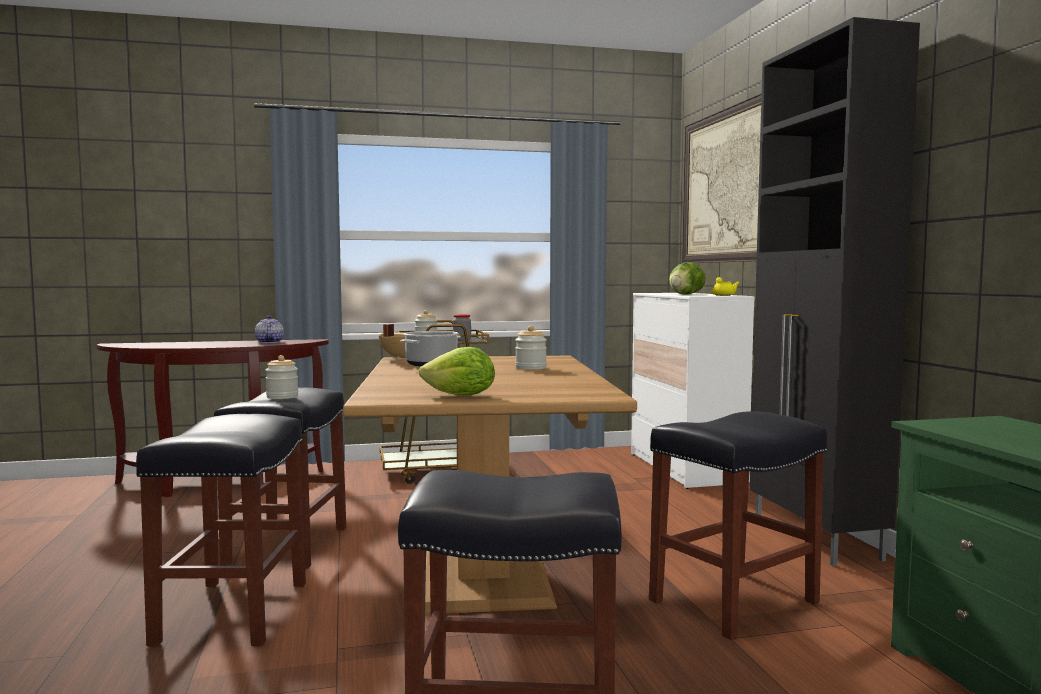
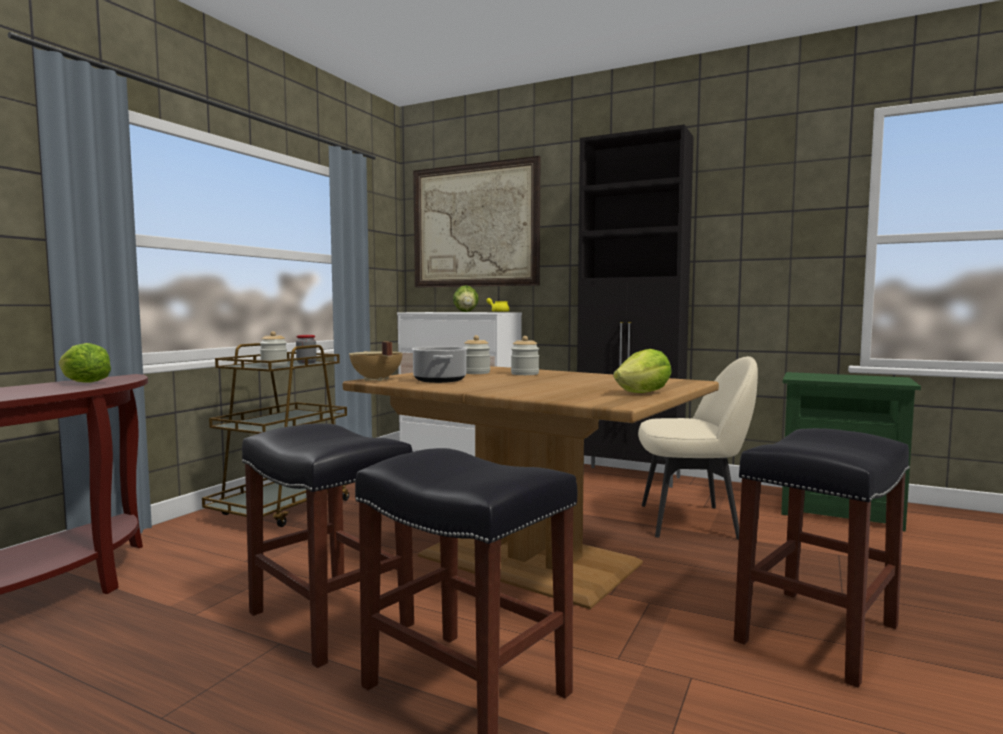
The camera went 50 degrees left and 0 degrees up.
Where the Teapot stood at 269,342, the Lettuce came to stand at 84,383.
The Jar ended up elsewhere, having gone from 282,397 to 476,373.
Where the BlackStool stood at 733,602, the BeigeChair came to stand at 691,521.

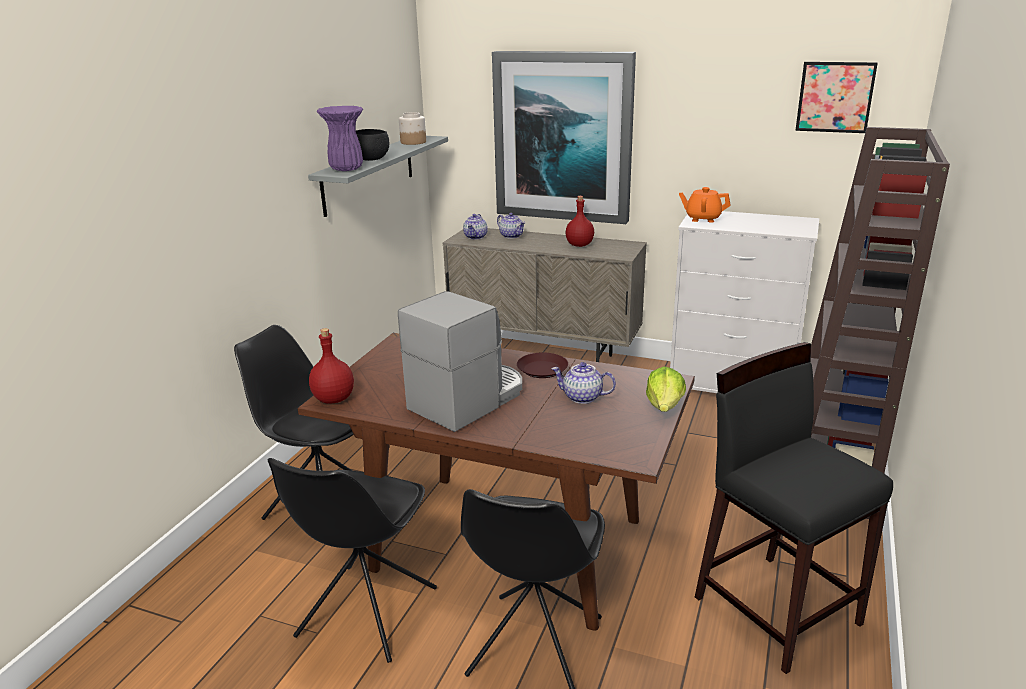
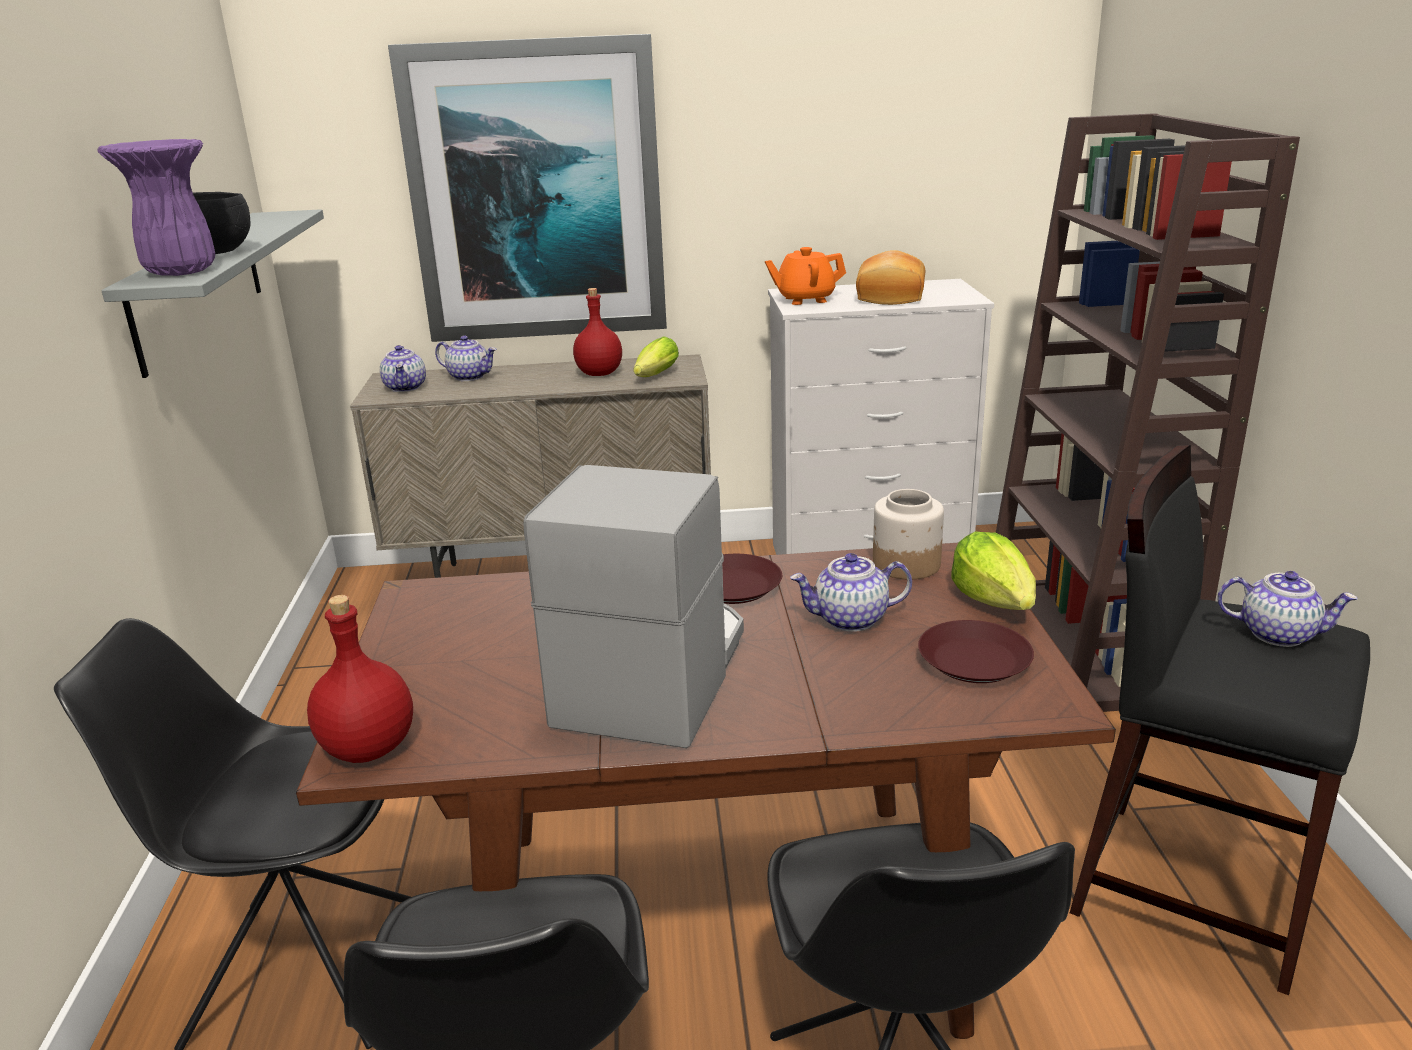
The camera went 25 degrees left and 0 degrees up.
The second view gained the Lettuce at 654,377.
The second view gained the Bread at 888,296.
The Jar ended up elsewhere, having gone from 413,142 to 905,564.
The second view gained the BrownPlate at 975,661.
The second view gained the Teapot at 1278,634.
The second view lost the Picture at 835,97.

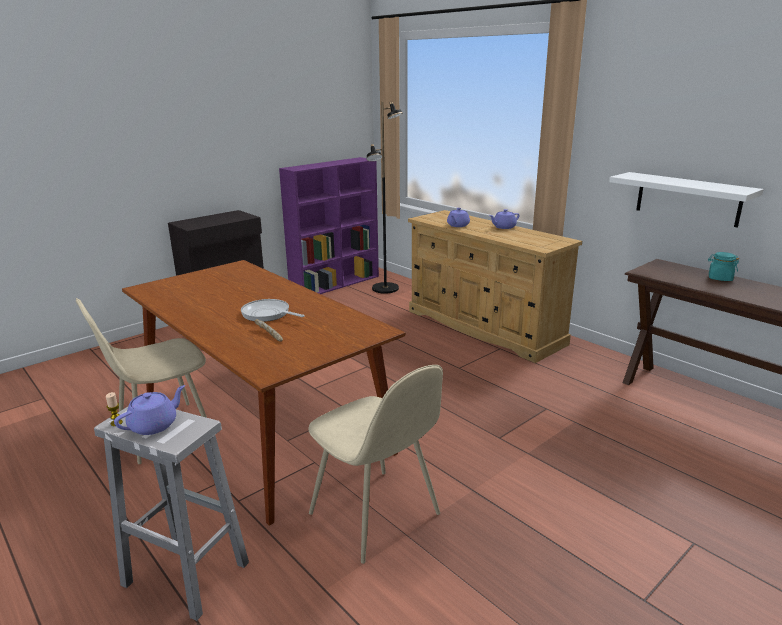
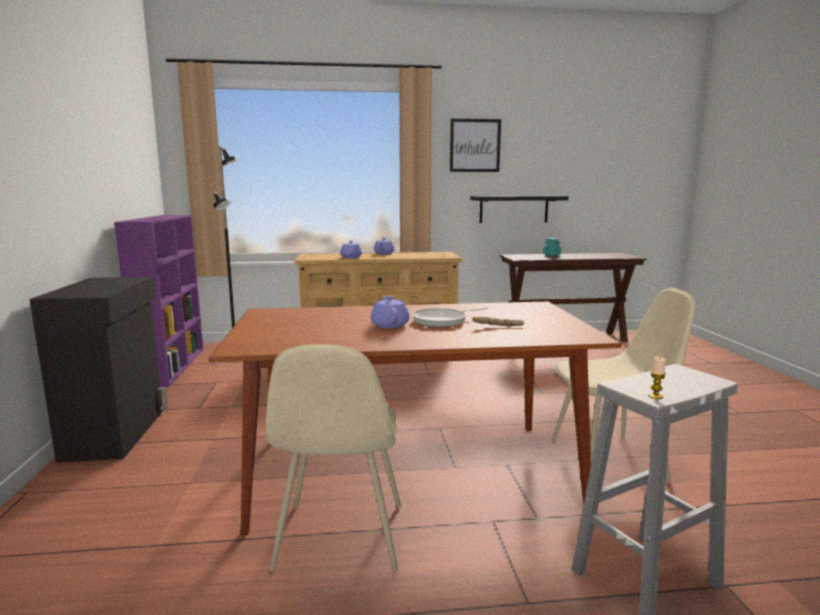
The camera went 55 degrees left and 10 degrees down.
The PurpleTeapot ended up elsewhere, having gone from 154,425 to 389,325.
The second view gained the Picture at 475,145.
What was the WhiteShelf at 687,199 turned into the BlackShelf at 513,209.

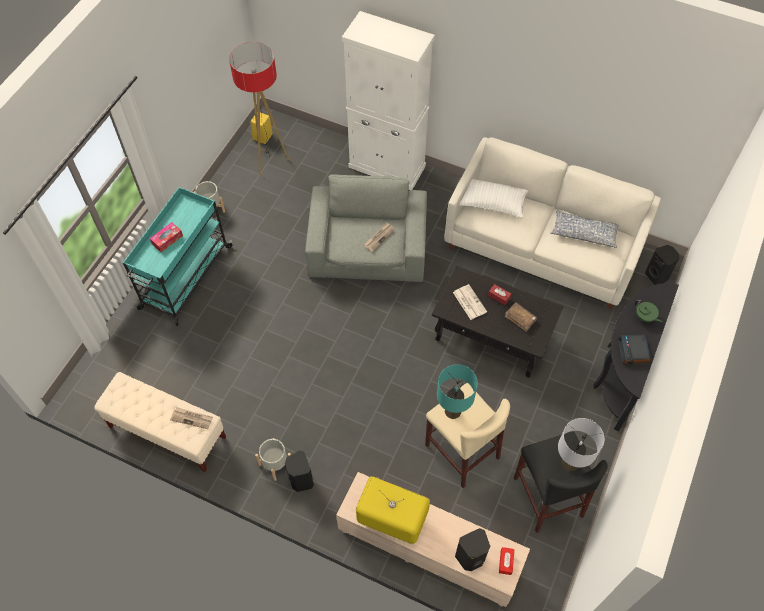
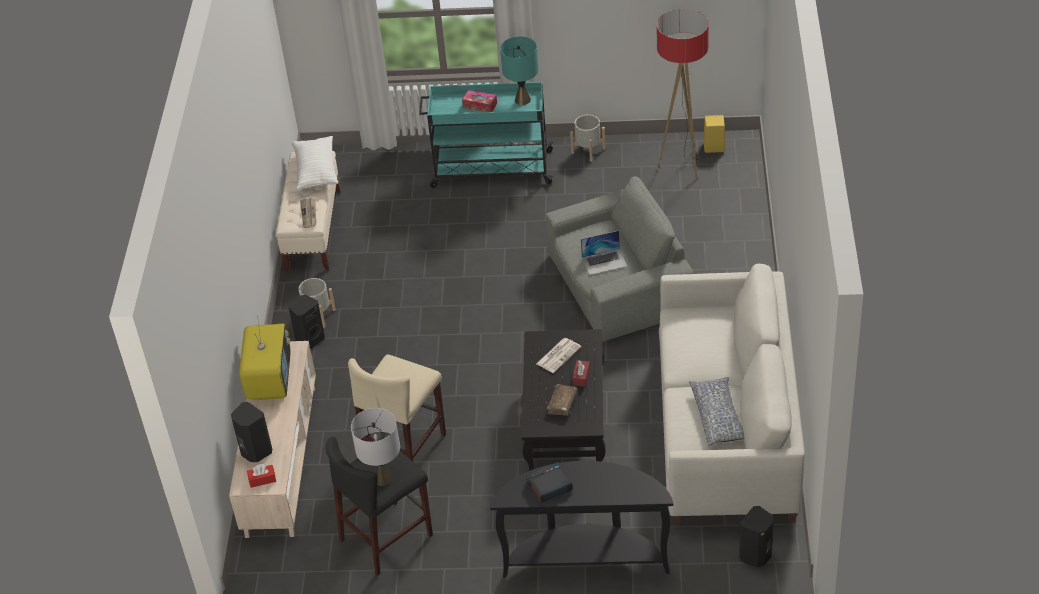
The camera went 70 degrees right and 15 degrees down.
The WhitePillow ended up elsewhere, having gone from 492,203 to 316,171.
The TurquoiseTableLamp ended up elsewhere, having gone from 453,411 to 522,100.
Where the Newspaper stood at 379,237, the Laptop came to stand at 604,261.
The second view lost the WhiteCabinet at 387,167.
The second view lost the GreenTeapot at 644,317.

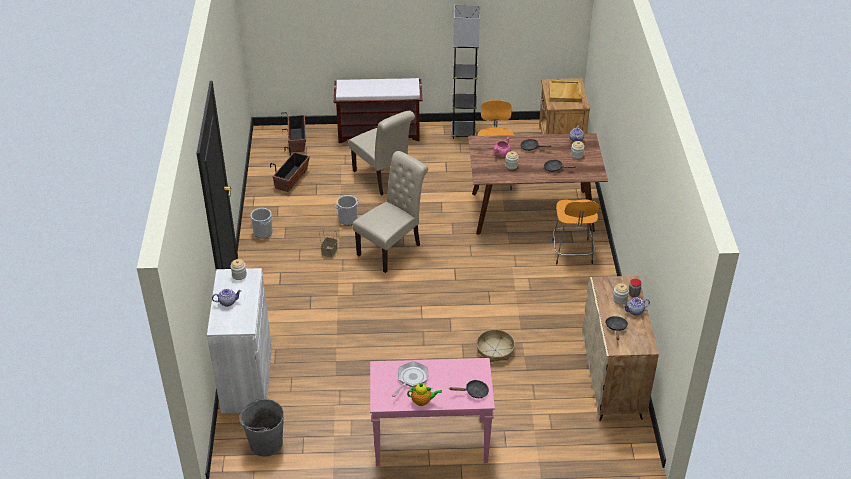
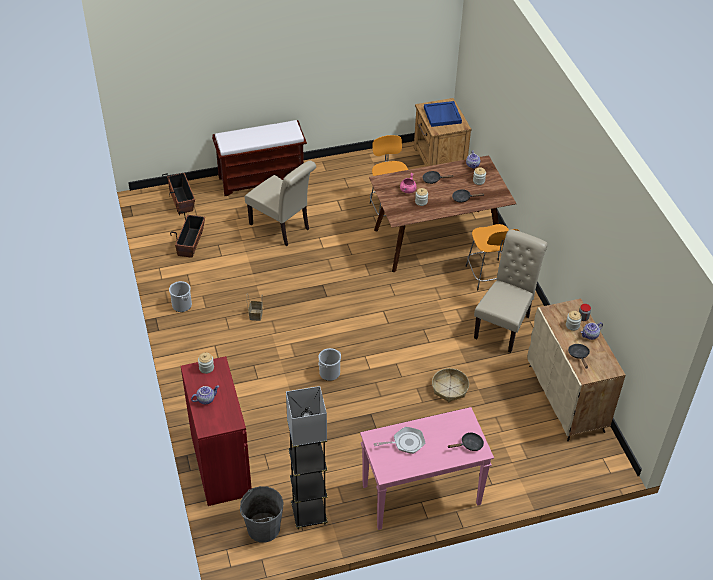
The camera went 15 degrees left and 5 degrees up.
What was the WhiteCabinet at 247,378 turned into the RedCabinet at 221,464.
The GreyFloorLamp ended up elsewhere, having gone from 463,132 to 309,514.
The Bucket ended up elsewhere, having gone from 348,219 to 329,373.
The FryingPan at 411,379 ended up facing another way, 60 degrees clockwise from before.
What was the BeigeTray at 565,93 turned into the BlueTray at 442,115.
The BeigeChair ended up elsewhere, having gone from 392,248 to 504,324.
The second view lost the Teapot at 423,401.

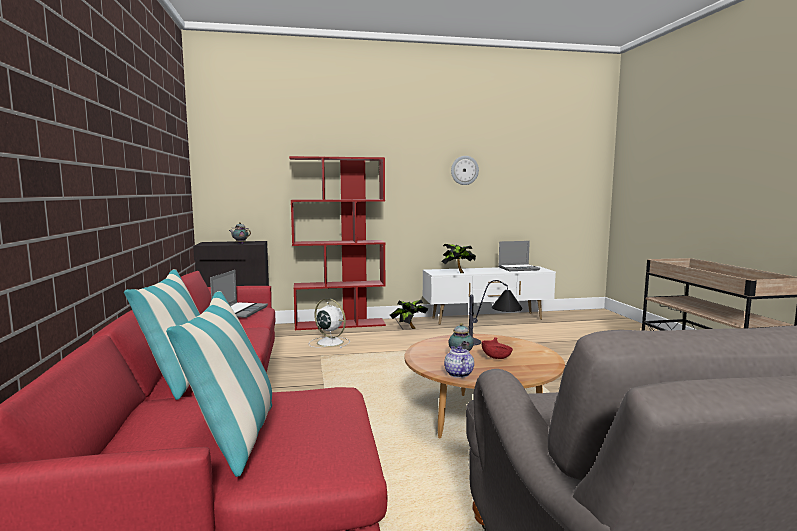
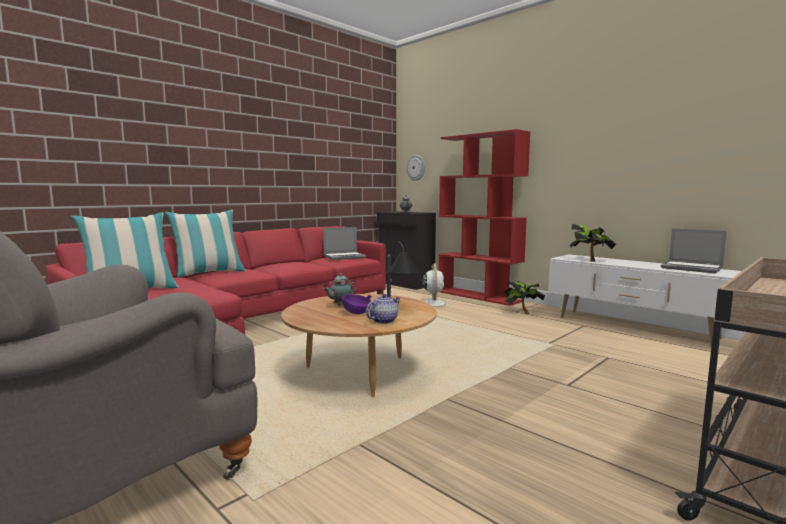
The camera went 55 degrees right and 0 degrees up.
What was the RedBowl at 497,358 turned into the PurpleBowl at 357,313.
The Teapot ended up elsewhere, having gone from 458,374 to 384,321.
The WallClock ended up elsewhere, having gone from 464,170 to 416,167.

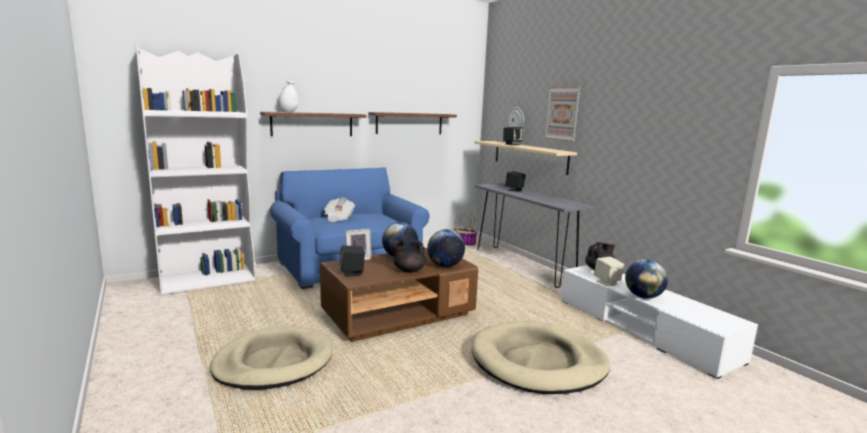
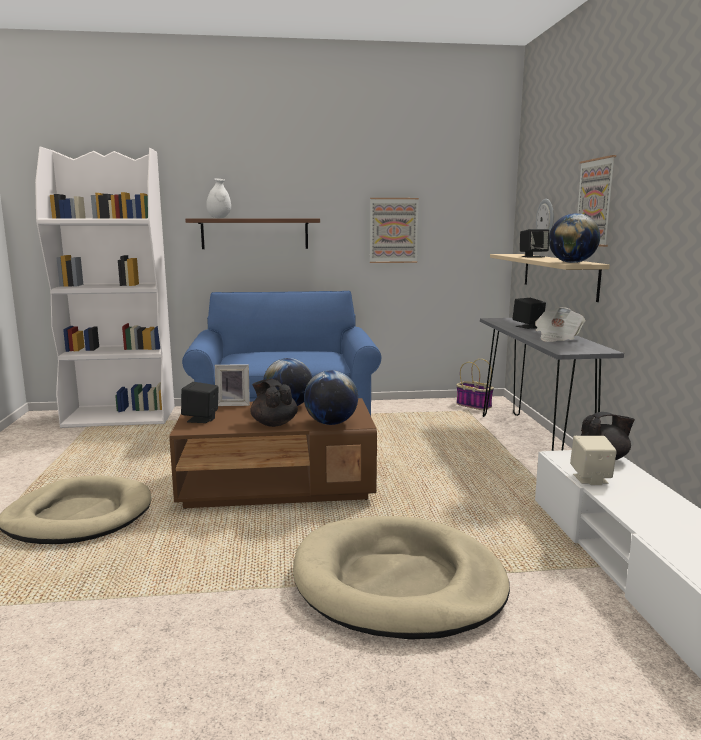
The camera went 25 degrees right and 0 degrees up.
The BlackTeapot at 408,270 ended up facing another way, 45 degrees clockwise from before.
Where the Shelf hung at 409,123, the Picture came to hang at 393,230.
The Newspaper ended up elsewhere, having gone from 338,218 to 557,338.
The Globe ended up elsewhere, having gone from 643,297 to 572,263.

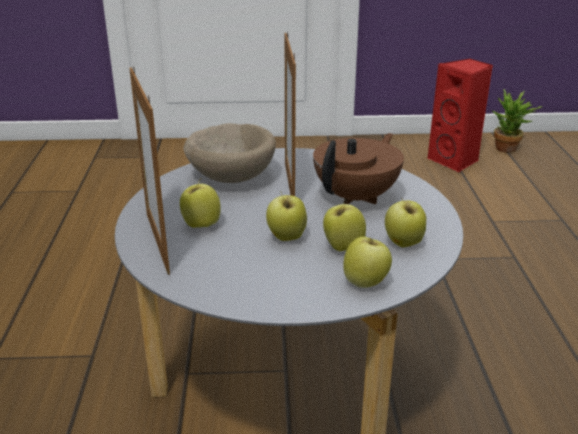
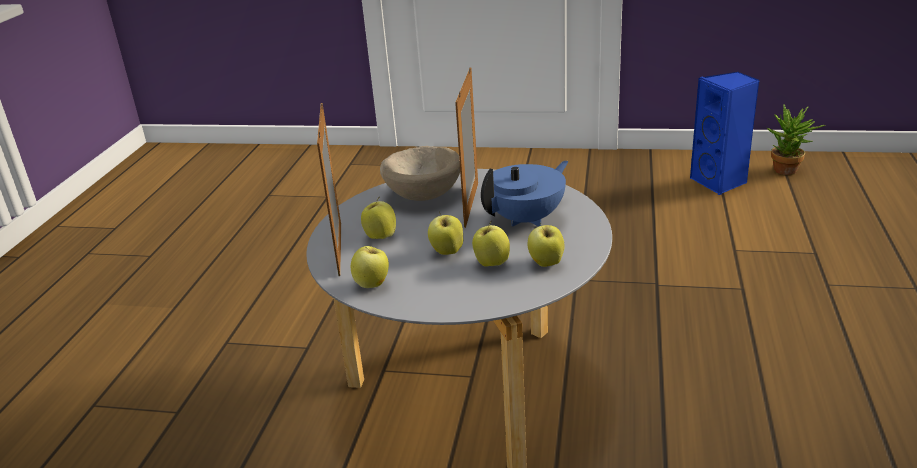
The camera went 15 degrees right and 0 degrees up.
The Apple ended up elsewhere, having gone from 366,283 to 372,285.
What was the BrownTeapot at 357,197 turned into the BlueTeapot at 527,219.
What was the RedSpeaker at 455,161 turned into the BlueSpeaker at 720,182.

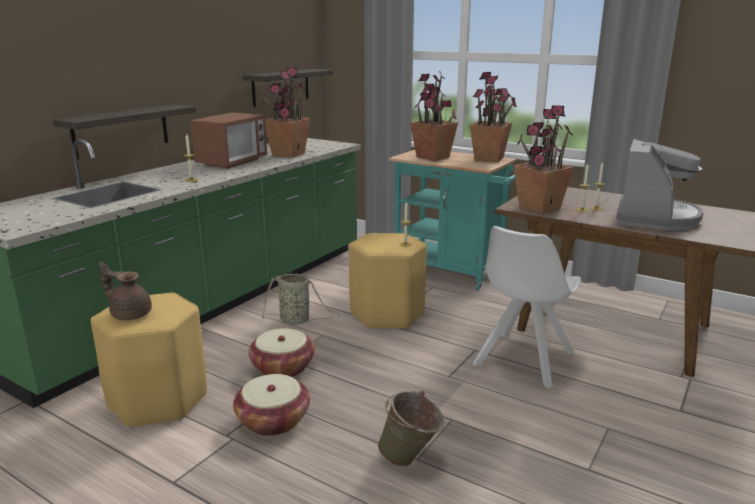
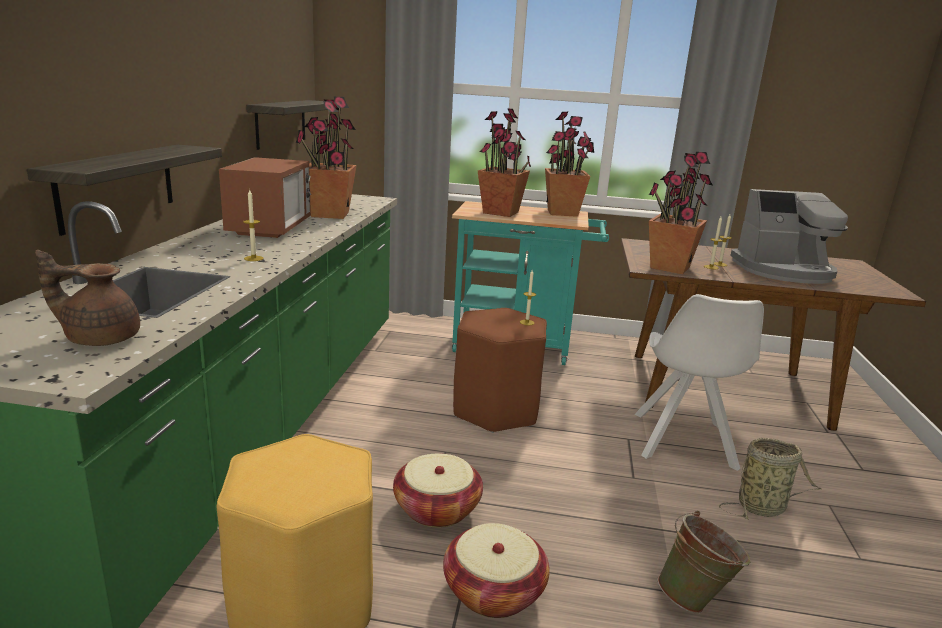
The camera went 25 degrees left and 0 degrees up.
The BrownTeapot ended up elsewhere, having gone from 130,314 to 100,338.
What was the YellowStool at 387,314 turned into the BrownStool at 496,410.
The Basket ended up elsewhere, having gone from 297,320 to 763,507.
The CoffeeMachine at 655,218 ended up facing another way, 90 degrees clockwise from before.

